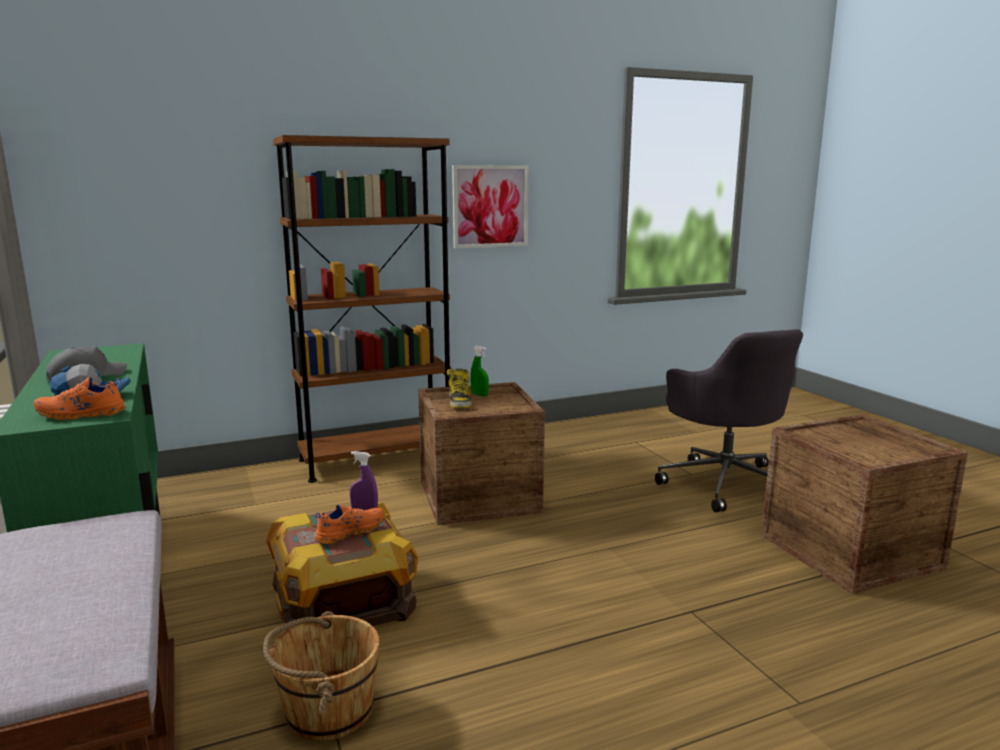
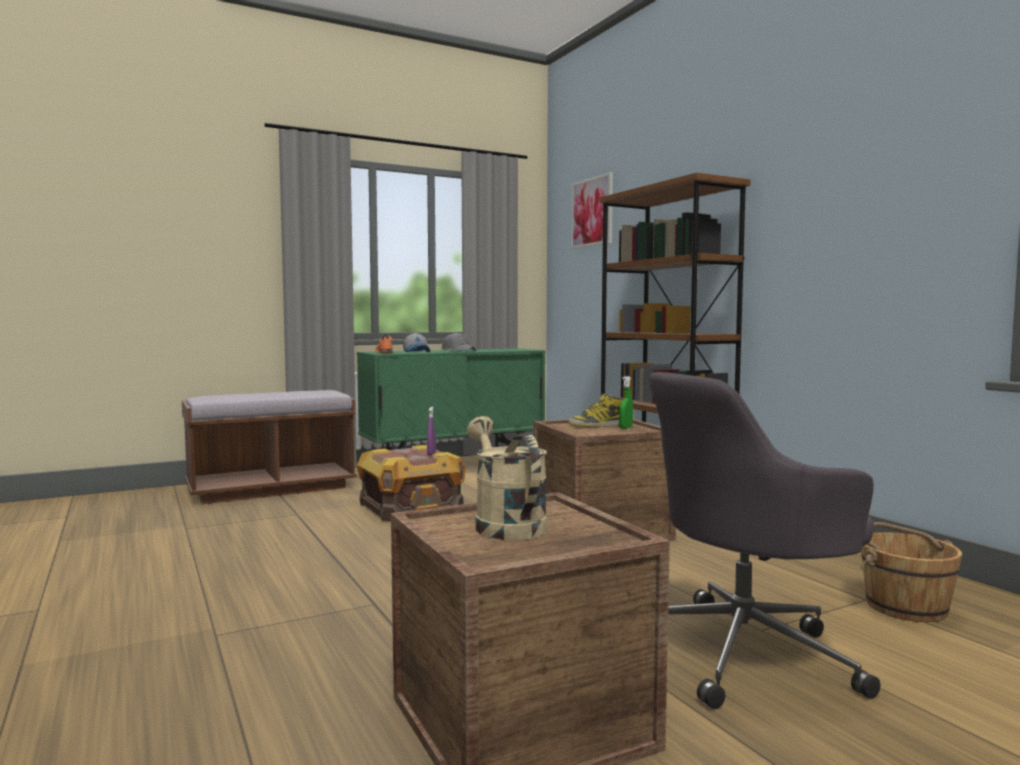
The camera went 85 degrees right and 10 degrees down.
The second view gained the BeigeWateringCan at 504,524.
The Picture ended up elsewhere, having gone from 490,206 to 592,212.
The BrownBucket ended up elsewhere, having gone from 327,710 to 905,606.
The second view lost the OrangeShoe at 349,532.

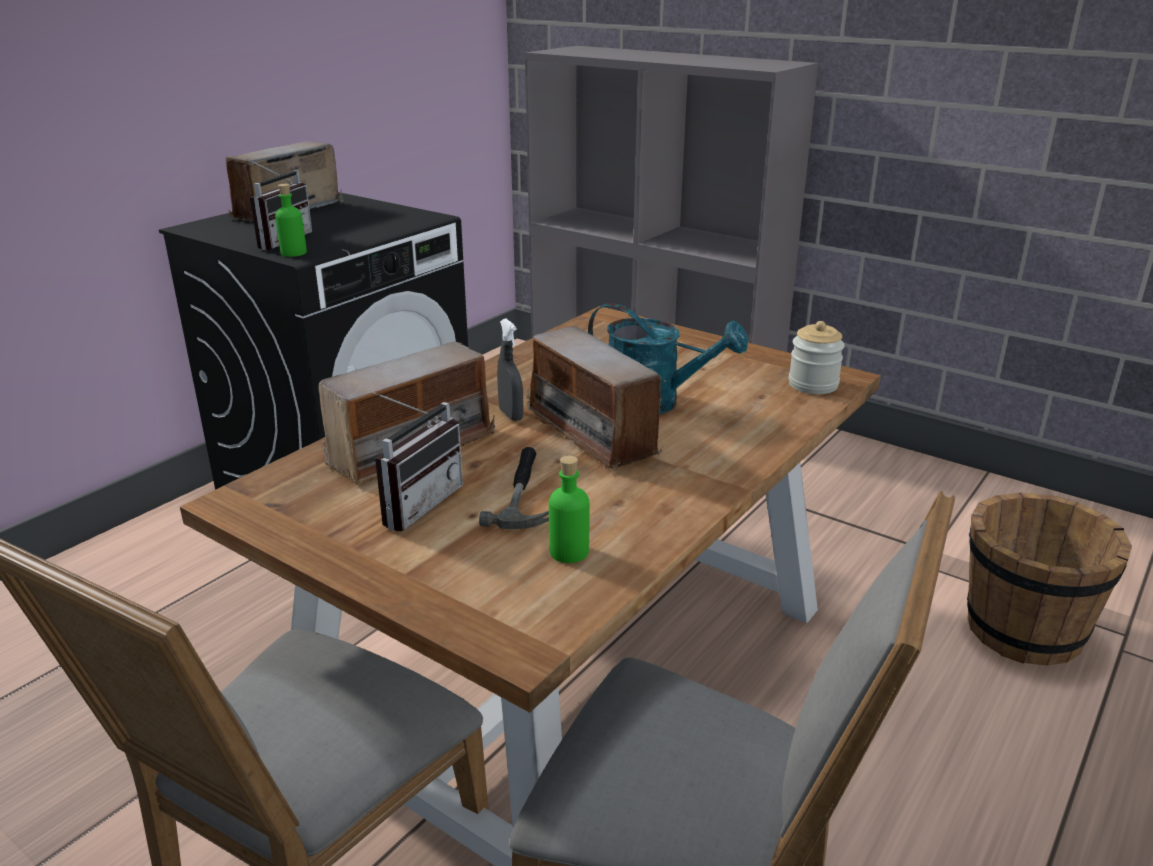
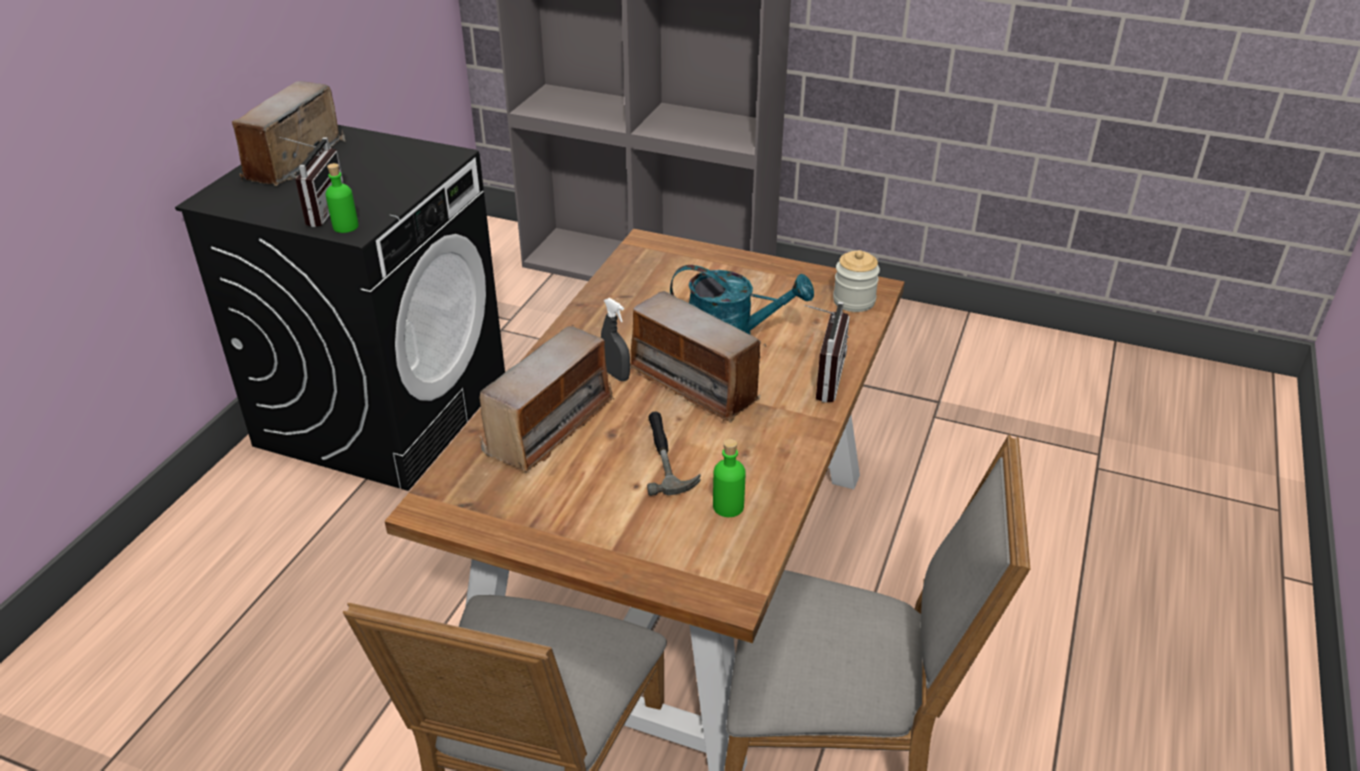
The camera went 15 degrees left and 10 degrees up.
The Radio ended up elsewhere, having gone from 415,503 to 820,378.
The second view lost the BrownBucket at 1022,631.

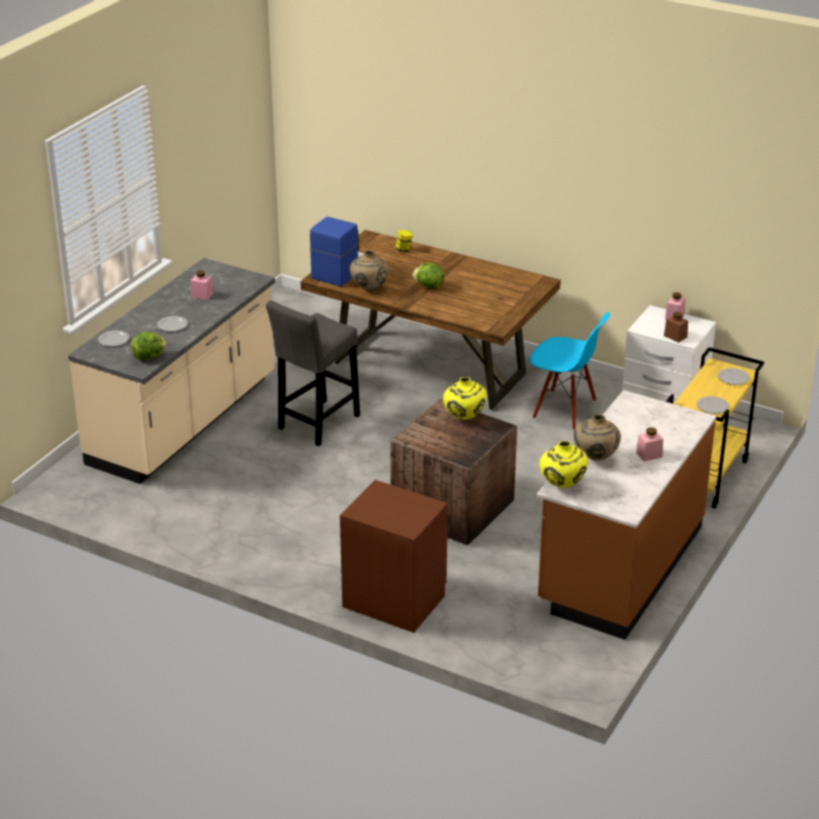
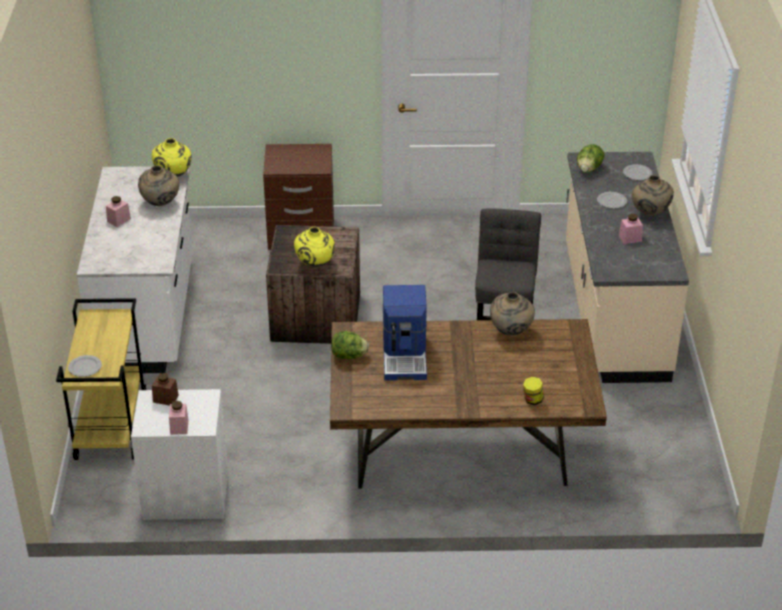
The camera went 150 degrees right and 5 degrees up.
What was the BrownCounter at 619,566 turned into the WhiteCounter at 148,316.
The Lettuce ended up elsewhere, having gone from 428,286 to 349,356.
The CoffeeMachine ended up elsewhere, having gone from 340,270 to 405,356.
The second view gained the BeigeVase at 649,214.
The second view lost the BlueChair at 564,410.
The second view lost the Plate at 712,406.

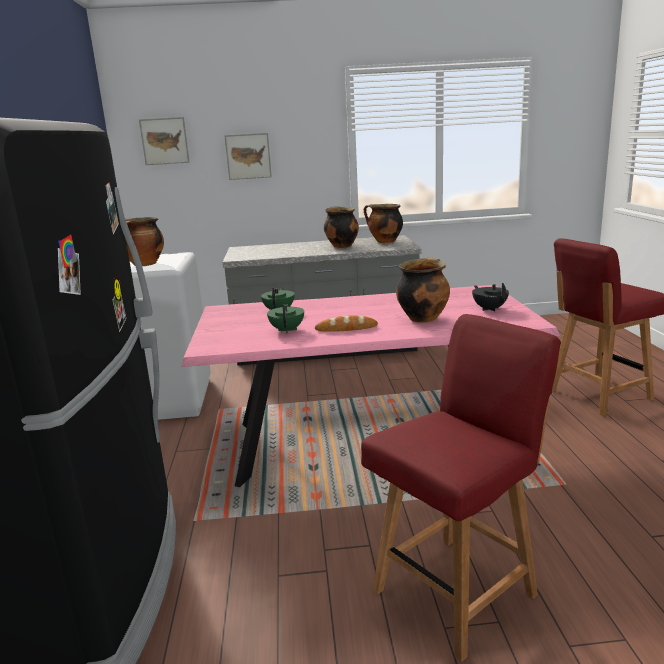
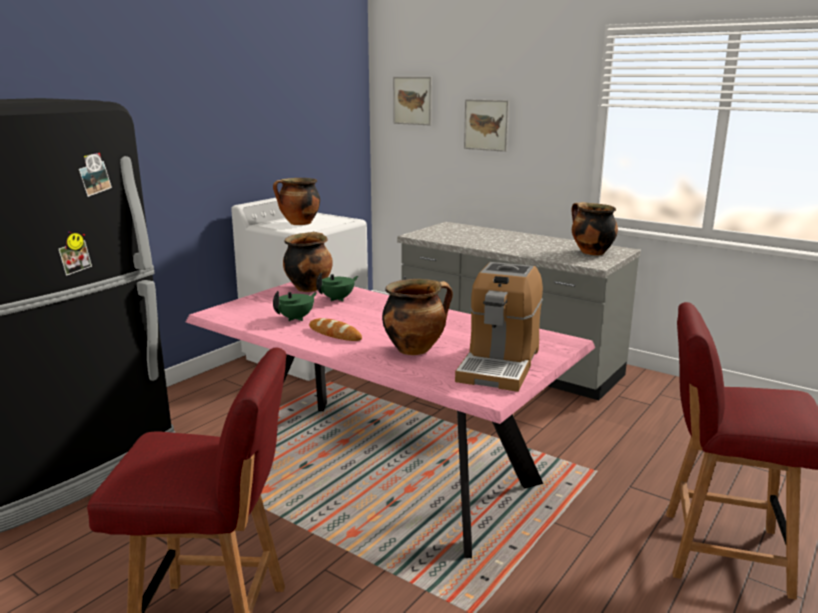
The camera went 40 degrees right and 0 degrees up.
The CookingPot ended up elsewhere, having gone from 341,246 to 309,288.
Where the BlackTeapot stood at 489,309, the CoffeeMachine came to stand at 499,364.

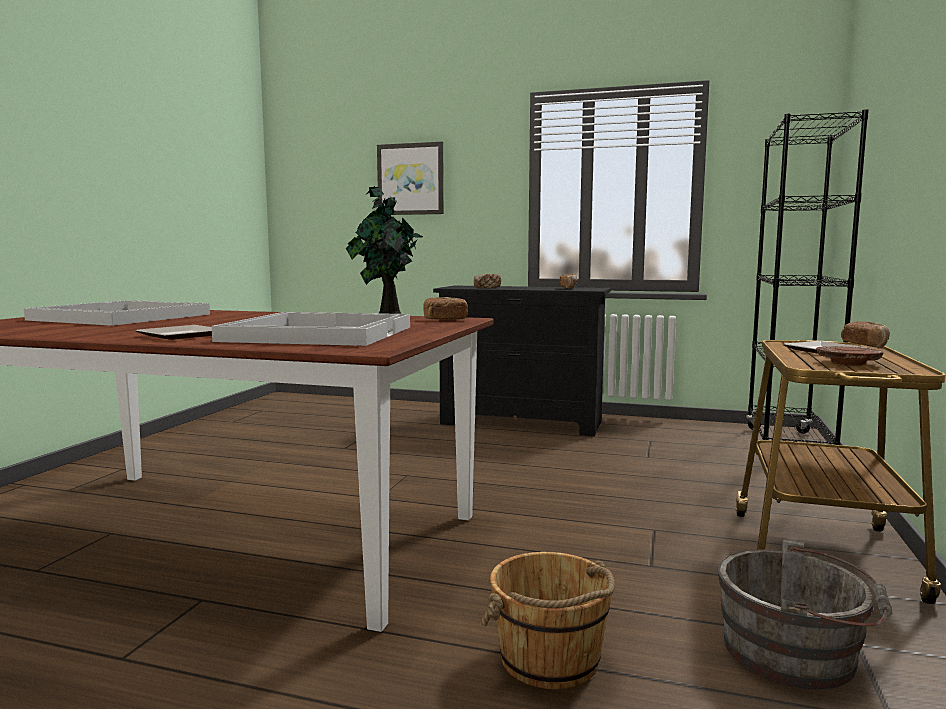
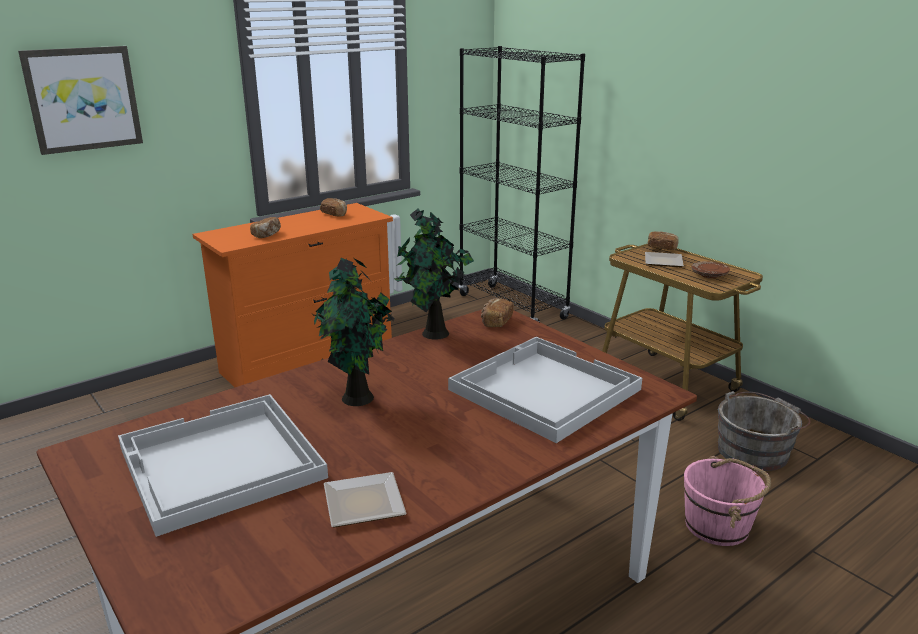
The camera went 55 degrees left and 15 degrees up.
What was the BlackDresser at 522,422 turned into the OrangeDresser at 309,360.
The second view gained the PottedPlant at 358,399.
The Plate ended up elsewhere, having gone from 178,336 to 362,505.
What was the BrownBucket at 550,660 turned into the PinkBucket at 718,526.

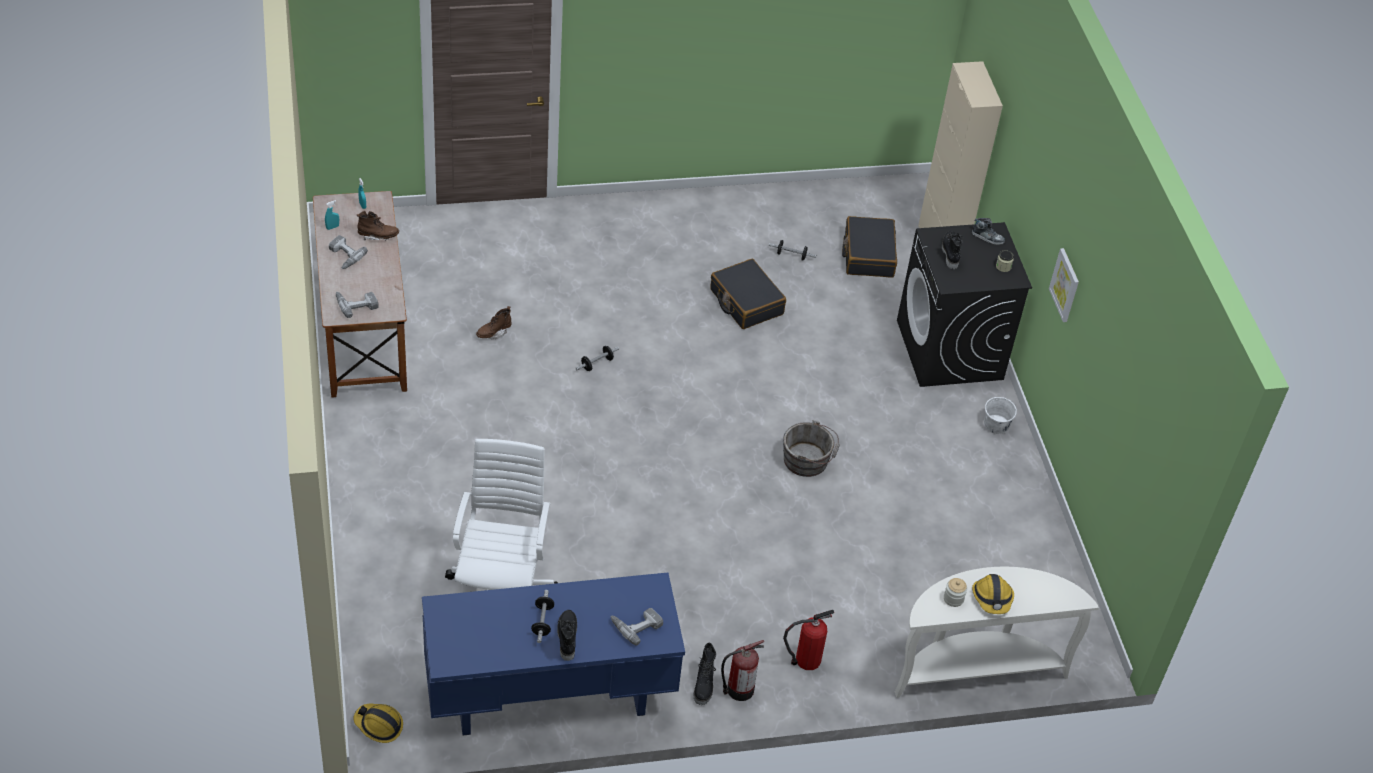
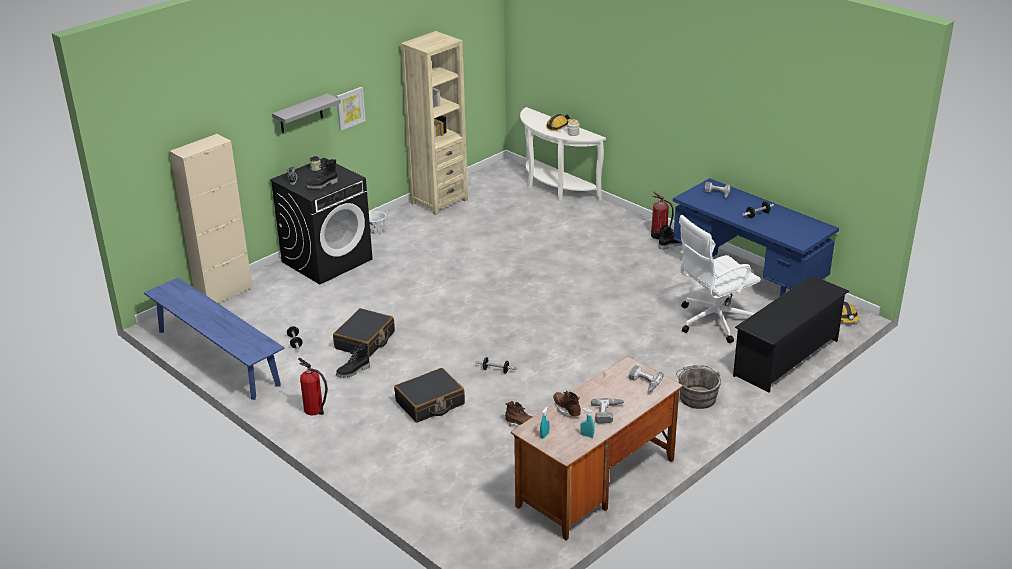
The camera went 120 degrees left and 15 degrees down.
The second view gained the BlueBench at 217,357.
The second view gained the GreyShelf at 301,114.
The FireExtinguisher ended up elsewhere, having gone from 805,661 to 315,410.
The BlackBoot ended up elsewhere, having gone from 566,638 to 353,371.
The BlackSuitcase ended up elsewhere, having gone from 868,255 to 430,403.
The second view gained the BeigeBookcase at 439,201.
The GreyBucket ended up elsewhere, having gone from 808,461 to 696,396.
The second view gained the BlackShoeRack at 786,358.

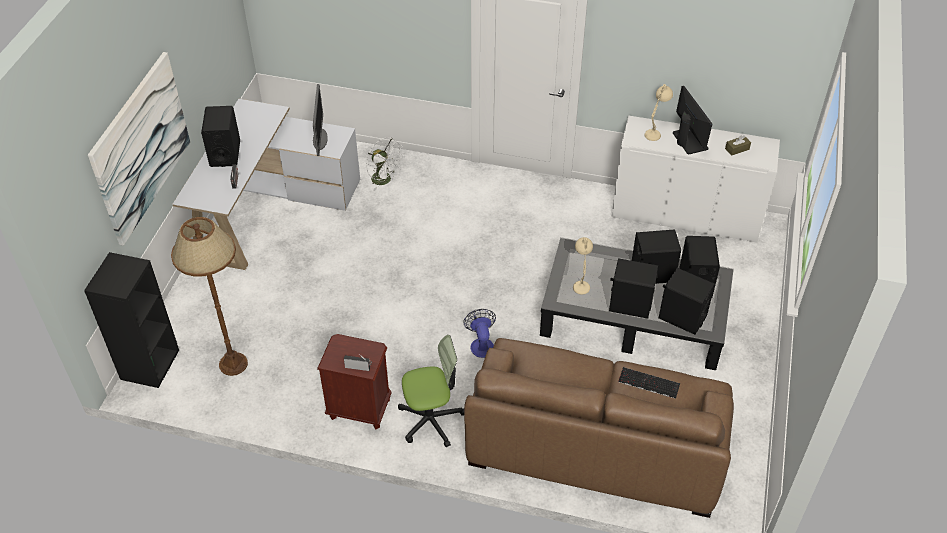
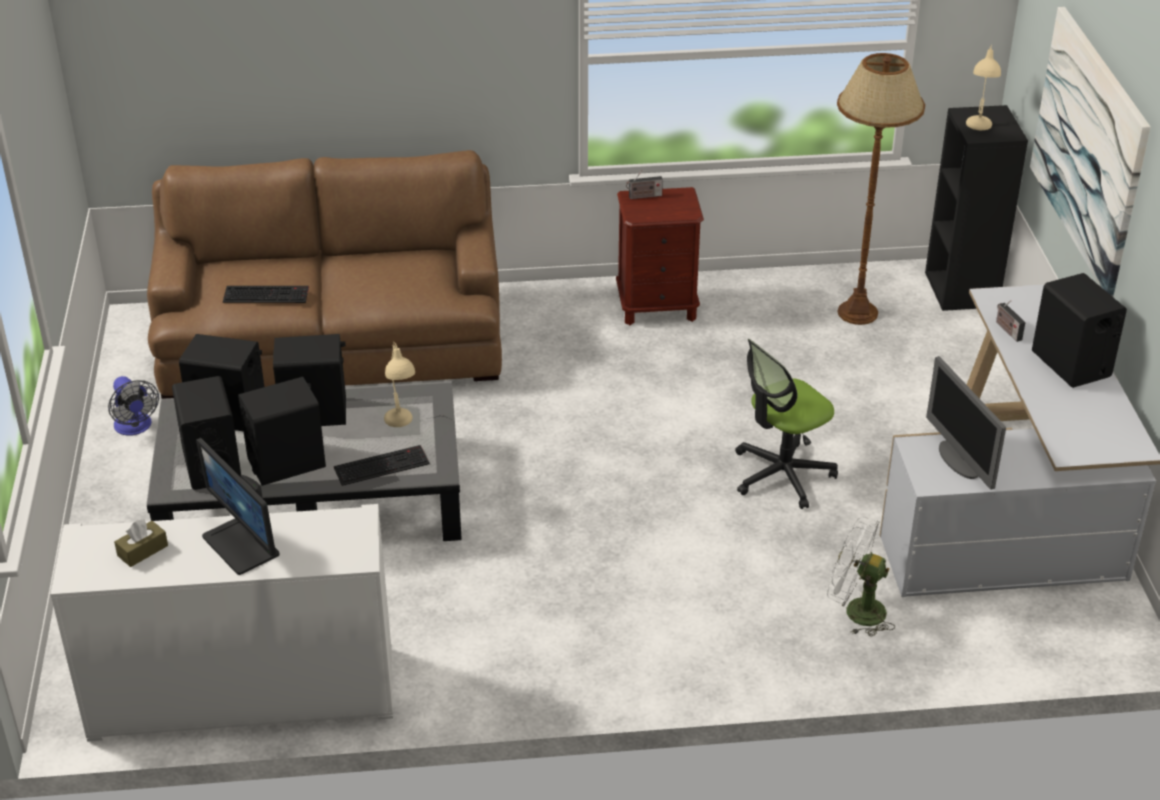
The camera went 160 degrees right and 10 degrees down.
The Fan ended up elsewhere, having gone from 481,344 to 135,427.
The second view gained the Keyboard at 382,465.
The OfficeChair ended up elsewhere, having gone from 431,420 to 782,475.
The BeigeTableLamp ended up elsewhere, having gone from 656,131 to 977,129.

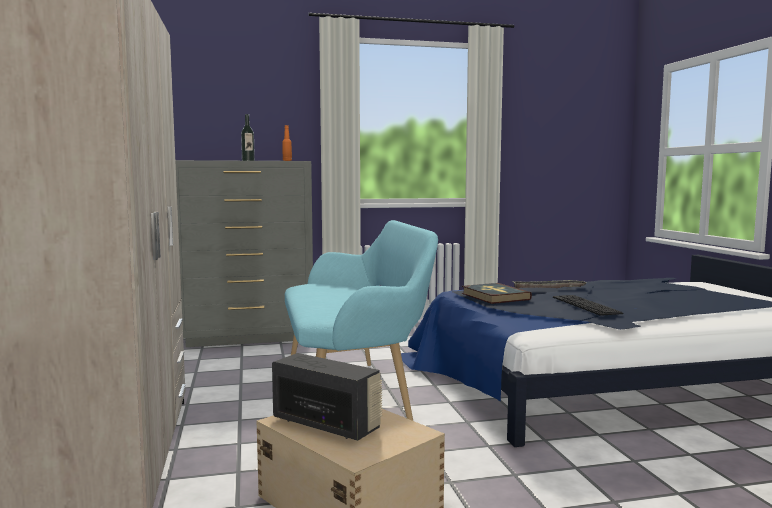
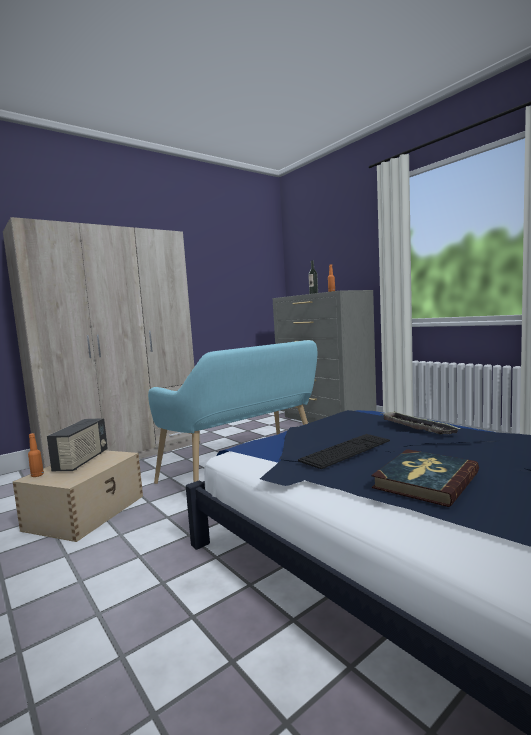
The camera went 65 degrees right and 0 degrees up.
The second view gained the OrangeBottle at 37,475.
The Book ended up elsewhere, having gone from 495,296 to 425,480.

